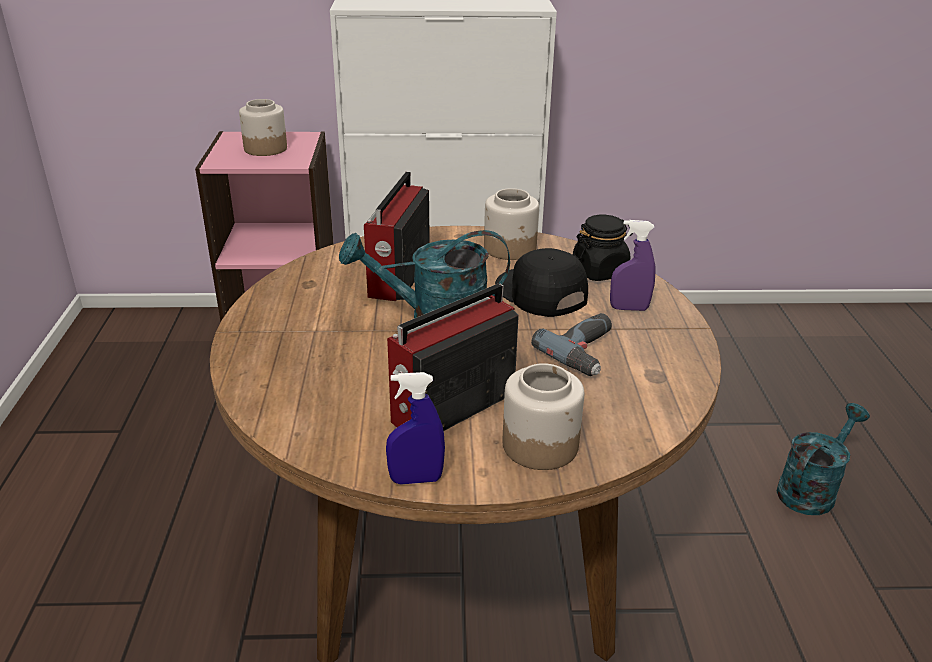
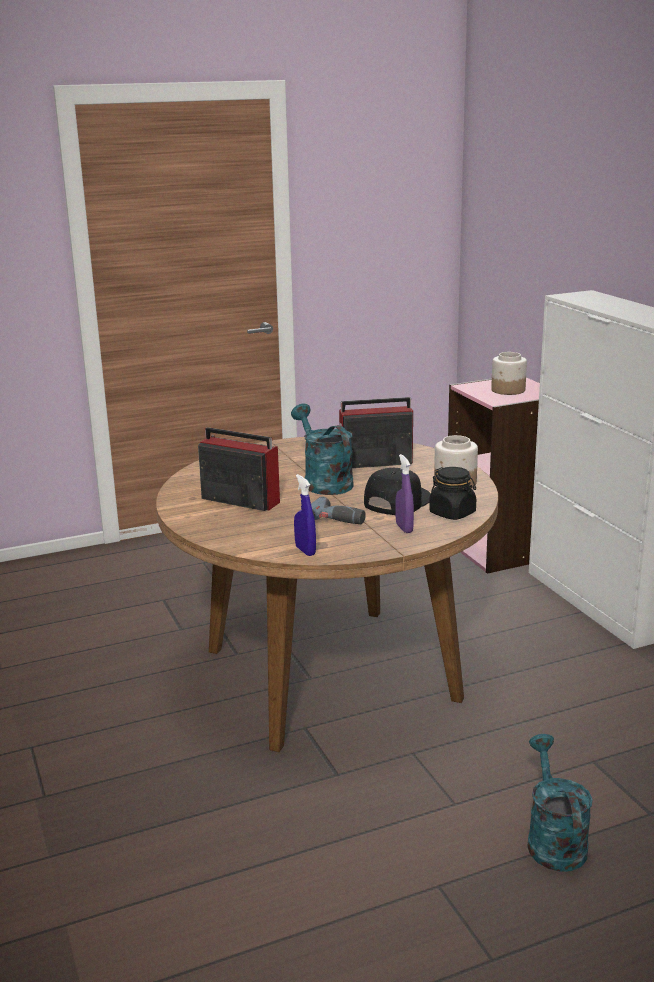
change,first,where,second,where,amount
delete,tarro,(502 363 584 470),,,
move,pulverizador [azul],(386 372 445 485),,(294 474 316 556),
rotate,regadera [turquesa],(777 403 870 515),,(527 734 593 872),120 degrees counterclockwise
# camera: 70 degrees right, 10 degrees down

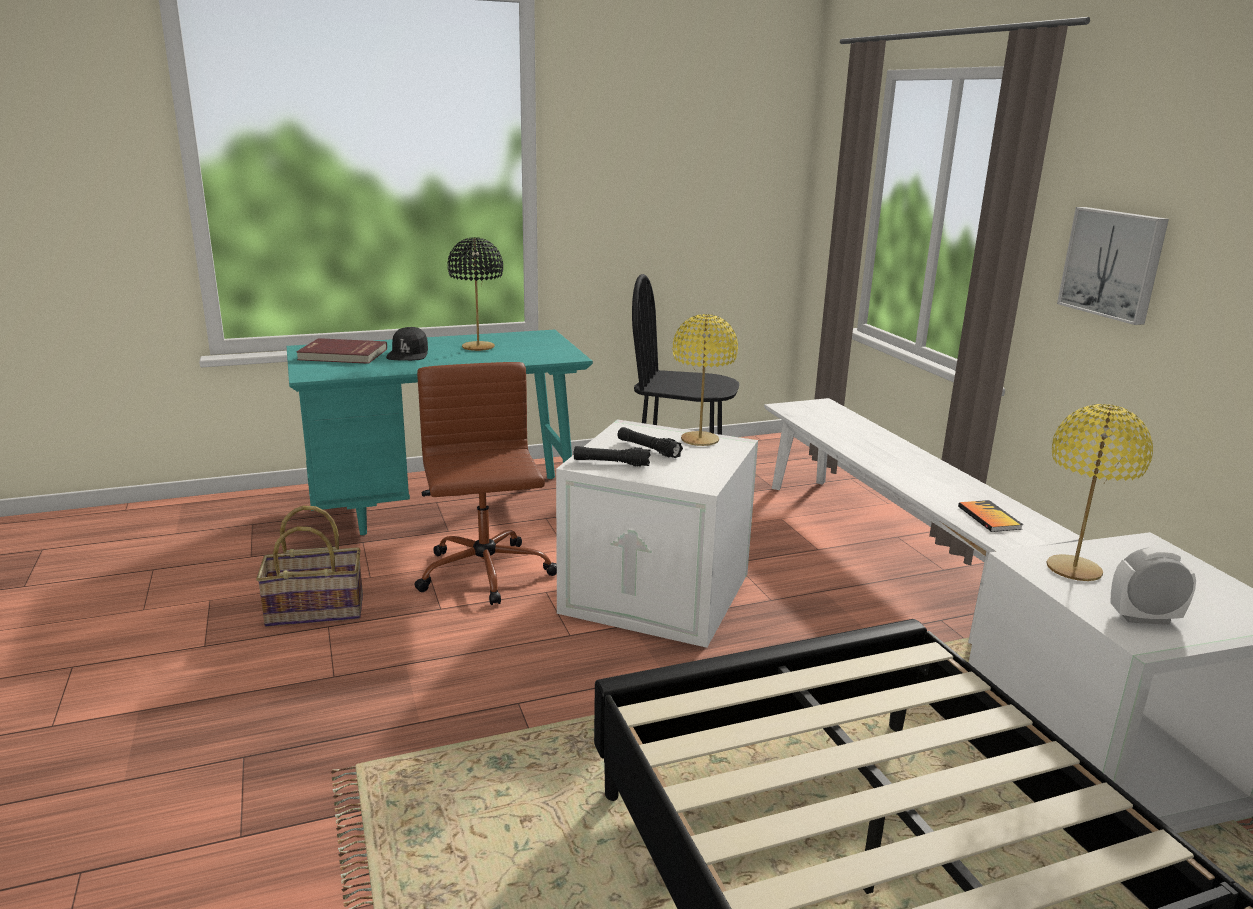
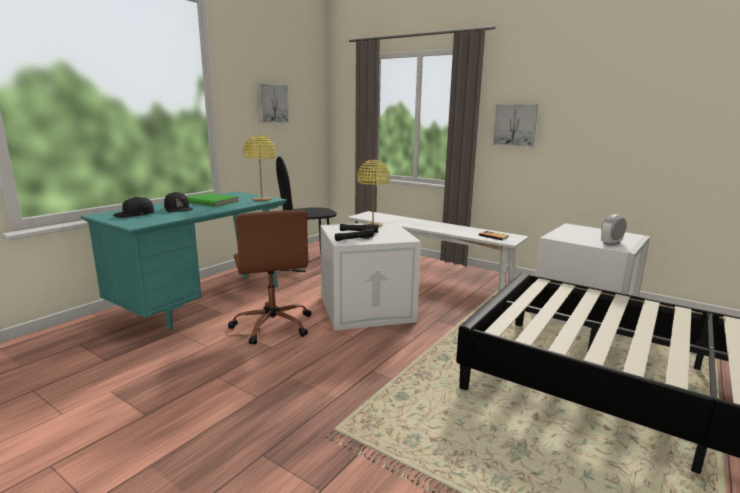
change,first,where,second,where,amount
delete,cesta,(256 506 363 627),,,
insert,,,cuadro,(257 83 289 123),
move,lámpara de mesa [amarillo],(1046 404 1153 581),,(243 135 276 201),
replace,libro [rojo],(296 338 387 364),gorra [negro],(113 197 154 218),
replace,lámpara de mesa [negro],(447 237 503 351),libro [verde],(187 193 239 207),
rotate,silla de oficina [marrón],(414 362 557 605),,(228 210 311 345),150 degrees counterclockwise
# camera: 35 degrees left, 5 degrees down

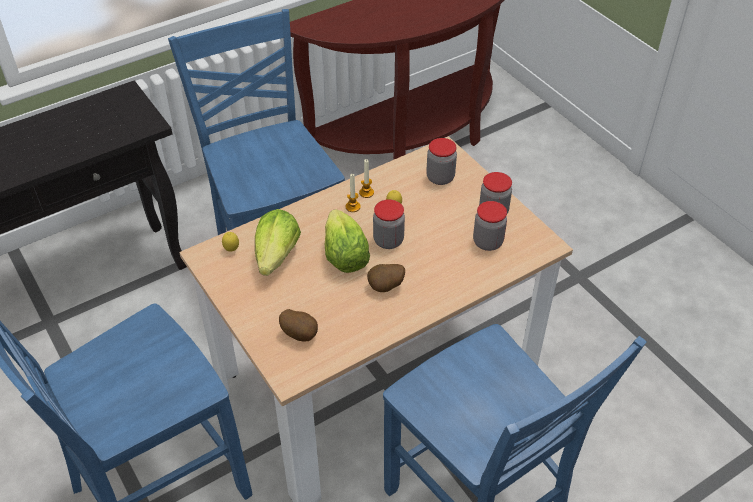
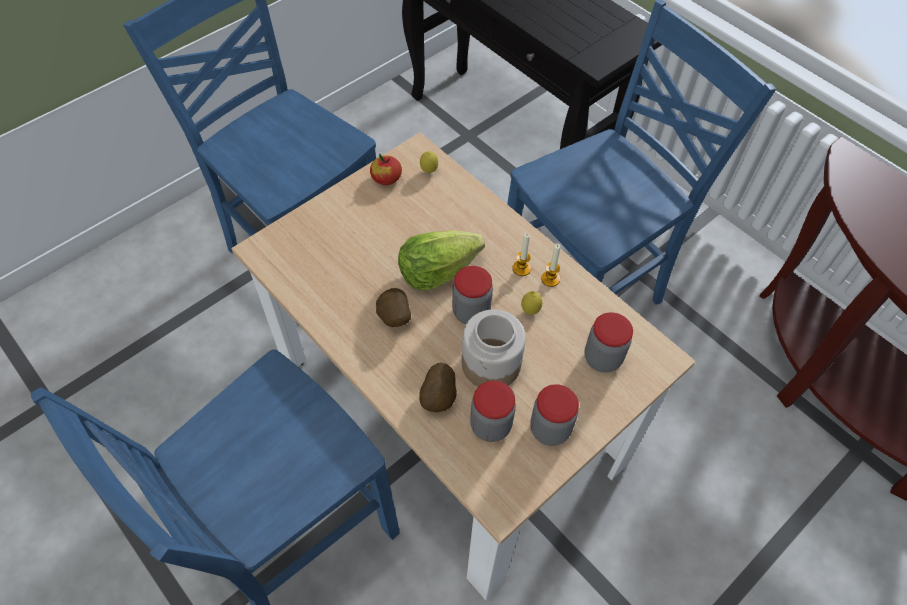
change,first,where,second,where,amount
delete,lechuga,(255 209 301 276),,,
insert,,,manzana,(370 154 402 185),
insert,,,tarro,(462 309 526 387),
move,patata,(279 309 318 342),,(419 363 457 412),
# camera: 80 degrees right, 10 degrees up

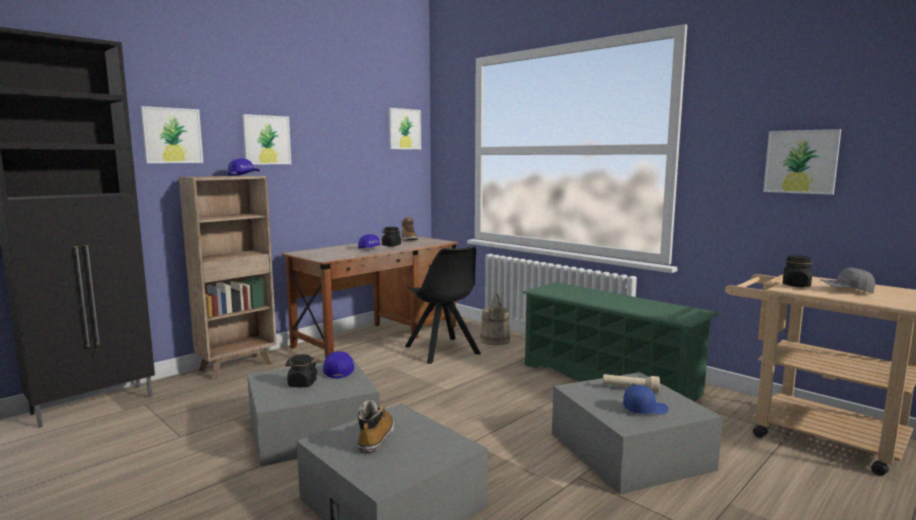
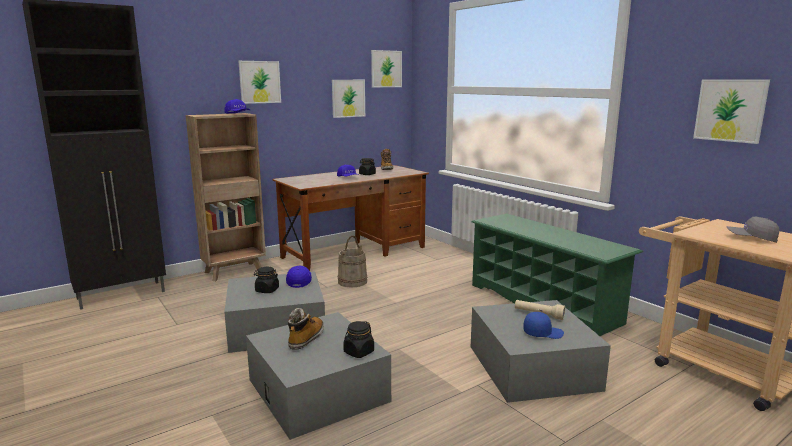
change,first,where,second,where,amount
delete,silla [negro],(405 246 481 364),,,
move,cuadro,(141 106 203 163),,(332 80 365 118),
move,cubo [beis],(480 293 510 345),,(338 236 367 288),
move,tarro [negro],(783 255 812 287),,(343 321 374 358),
# camera: 10 degrees right, 5 degrees up

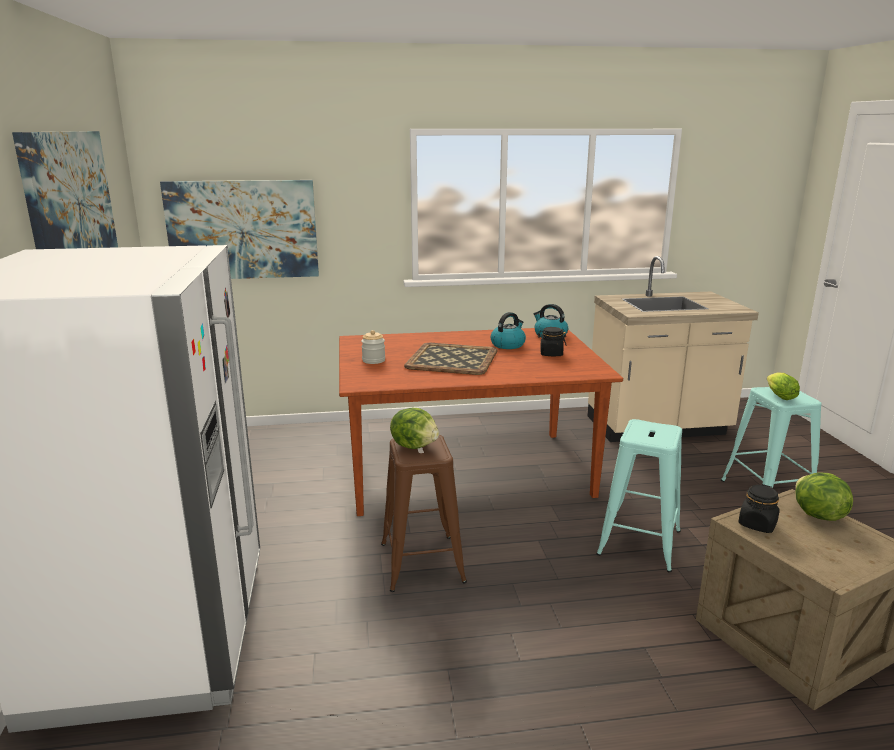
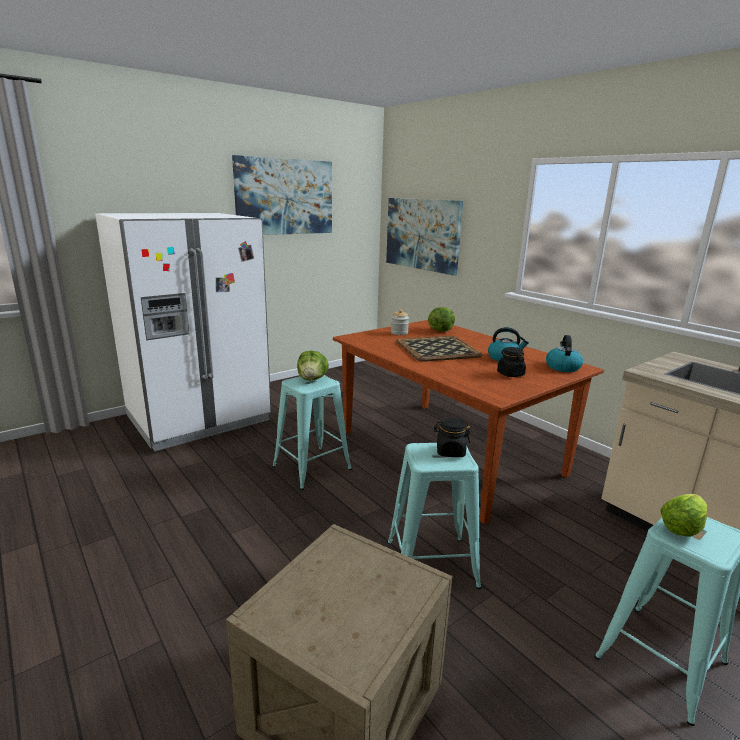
change,first,where,second,where,amount
move,tarro [negro],(738 484 780 533),,(434 418 470 457),
move,lechuga,(796 473 853 521),,(428 307 455 332),
recolor,taburete [marrón],(381 435 467 592),taburete [turquesa],(272 375 352 490),
# camera: 60 degrees right, 0 degrees up

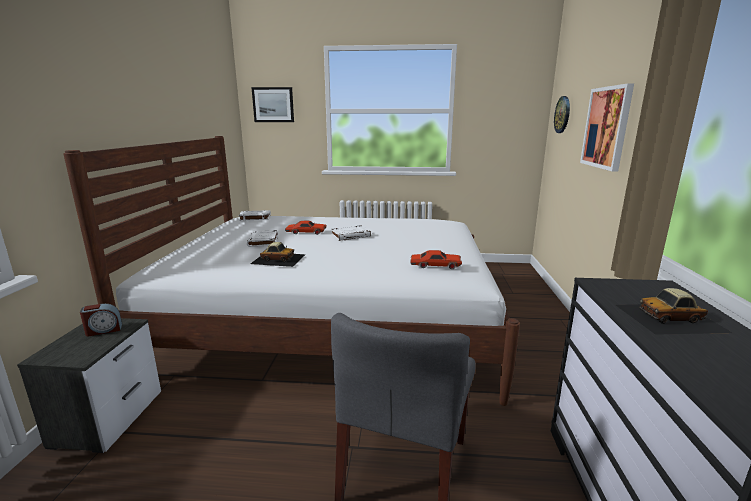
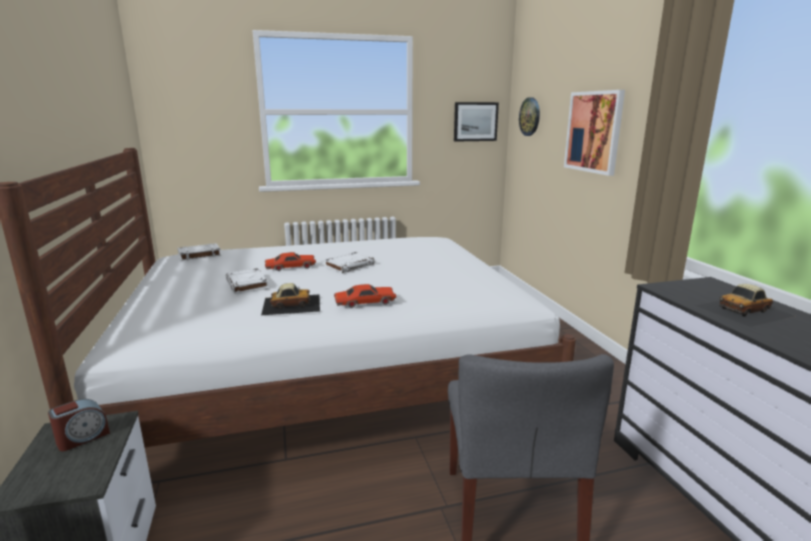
change,first,where,second,where,amount
move,cuadro,(251 87 294 122),,(454 102 499 142),
move,coche de juguete [rojo],(410 250 462 269),,(334 284 396 308),
# camera: 20 degrees left, 0 degrees up

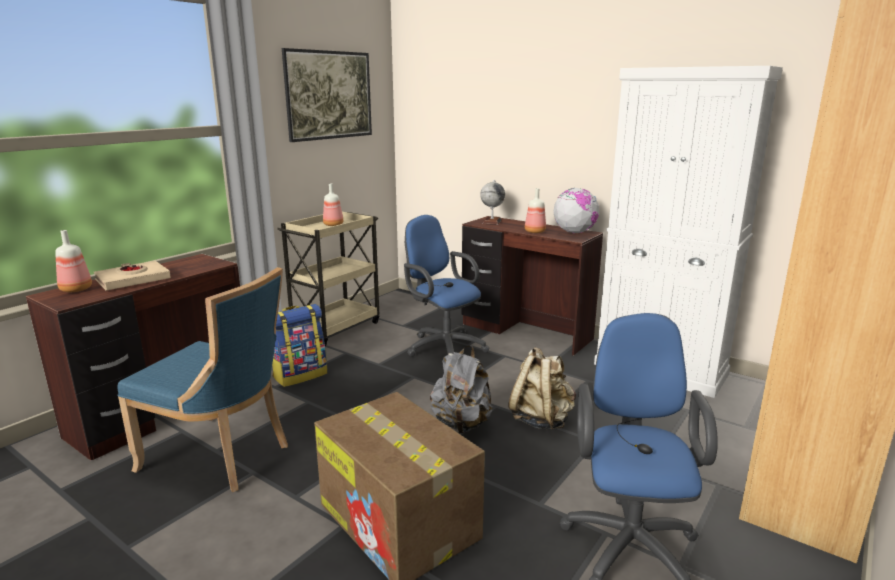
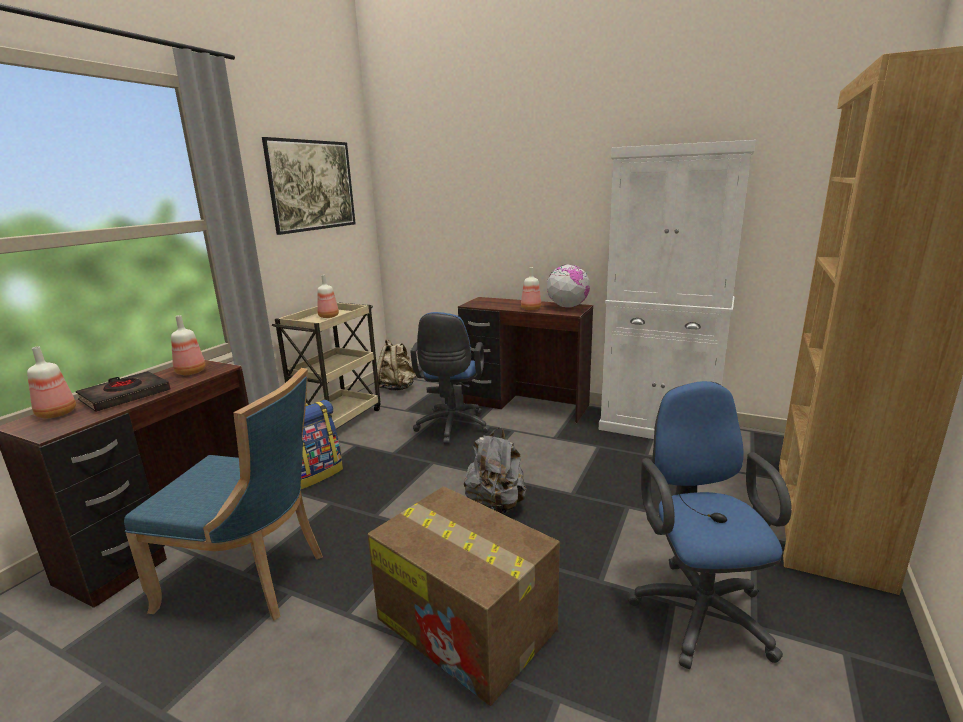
change,first,where,second,where,amount
delete,globo terráqueo,(480 180 505 225),,,
insert,,,botella,(171 315 206 375),
move,mochila [beis],(508 347 576 429),,(377 339 416 391),
recolor,libro [beis],(94 261 171 291),libro [negro],(76 371 170 412),
rotate,silla de oficina [azul],(404 215 489 357),,(410 312 490 445),120 degrees counterclockwise
# camera: 10 degrees left, 0 degrees up

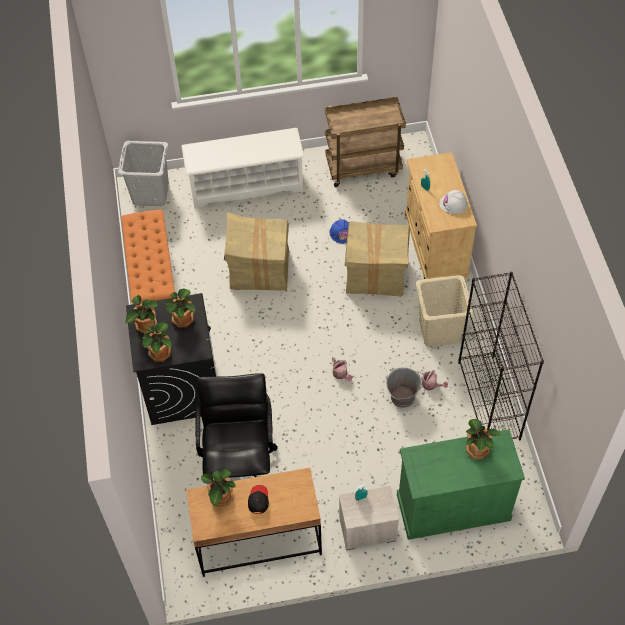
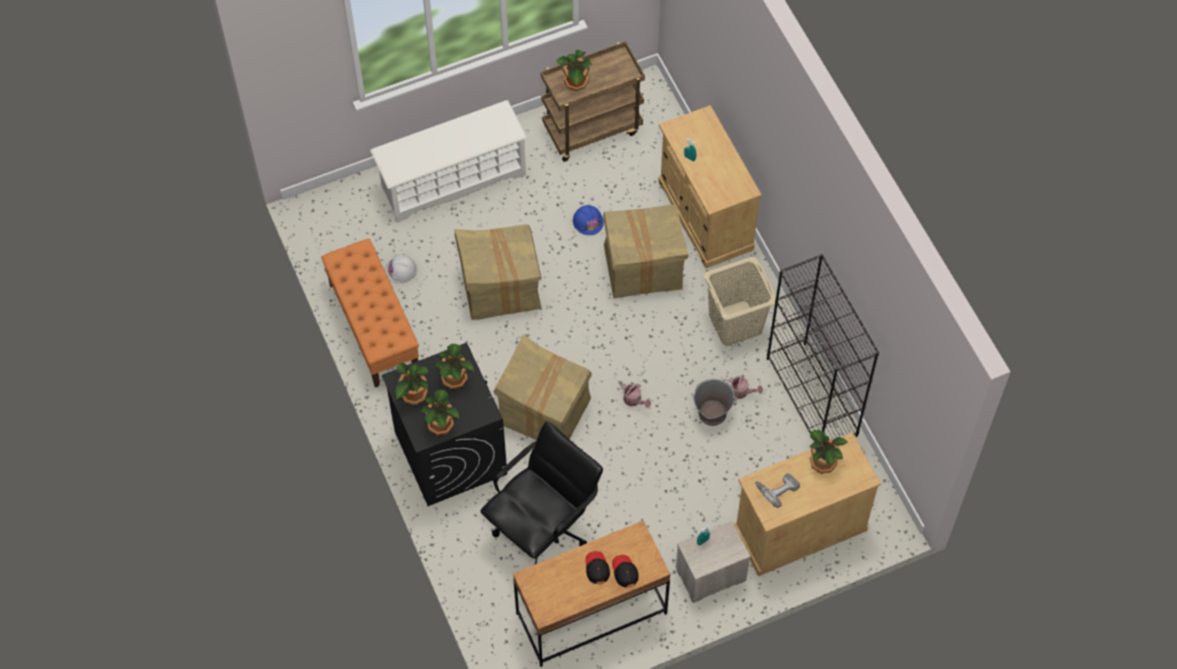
change,first,where,second,where,amount
delete,cesto de la ropa [gris],(118 141 169 206),,,
insert,,,caja de cartón,(494 334 592 440),
insert,,,gorra [negro],(612 555 639 587),
insert,,,taladro,(755 473 800 508),
move,planta en maceta,(201 469 236 508),,(556 50 592 92),
move,casco [blanco],(439 190 468 214),,(384 254 418 284),
recolor,armario [verde],(397 429 525 540),armario [beis],(734 433 881 576),
rotate,silla de oficina [negro],(195 373 278 478),,(480 421 603 565),60 degrees clockwise
# camera: 15 degrees left, 5 degrees up

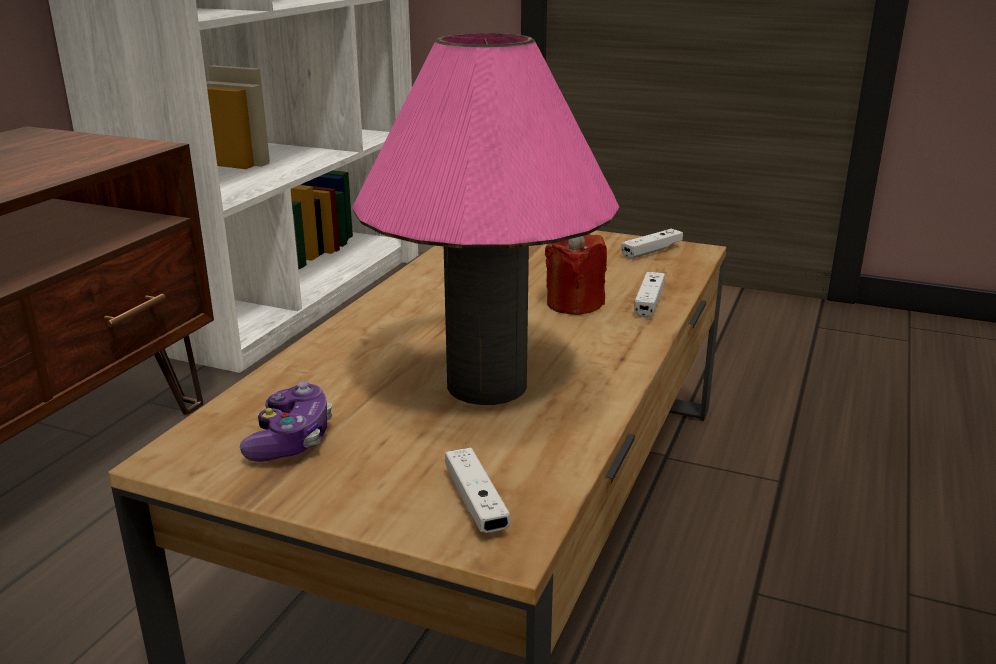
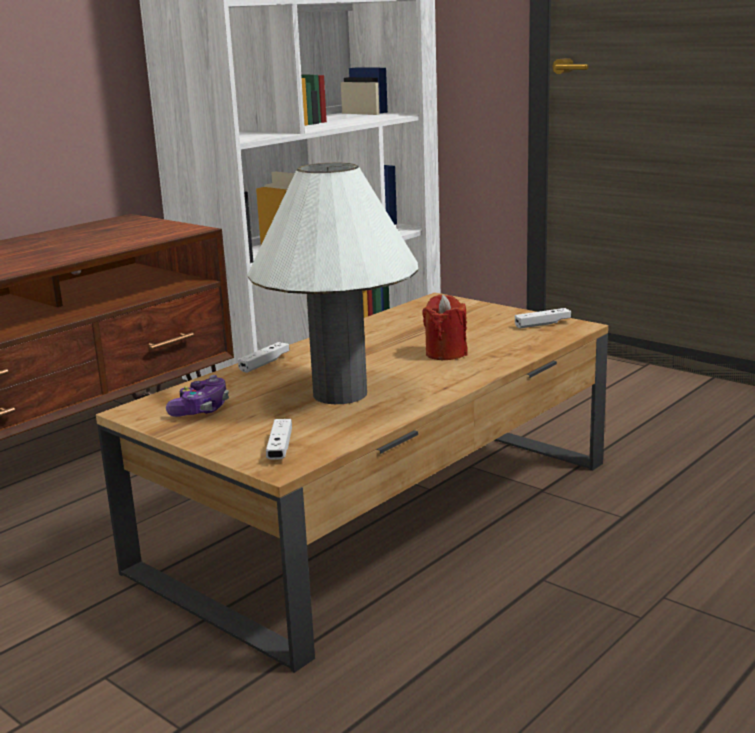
change,first,where,second,where,amount
move,mando de consola [blanco],(634 272 665 318),,(238 342 290 373),
recolor,lámpara de mesa [rosa],(352 33 619 405),lámpara de mesa [blanco],(247 163 418 404),
# camera: 20 degrees right, 5 degrees down

